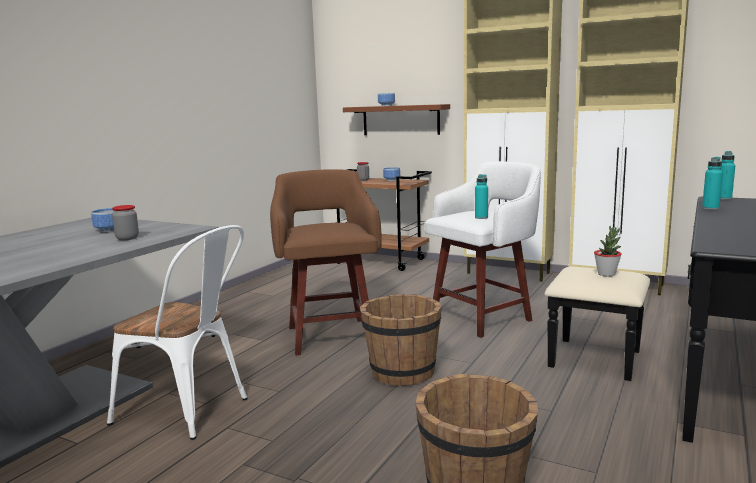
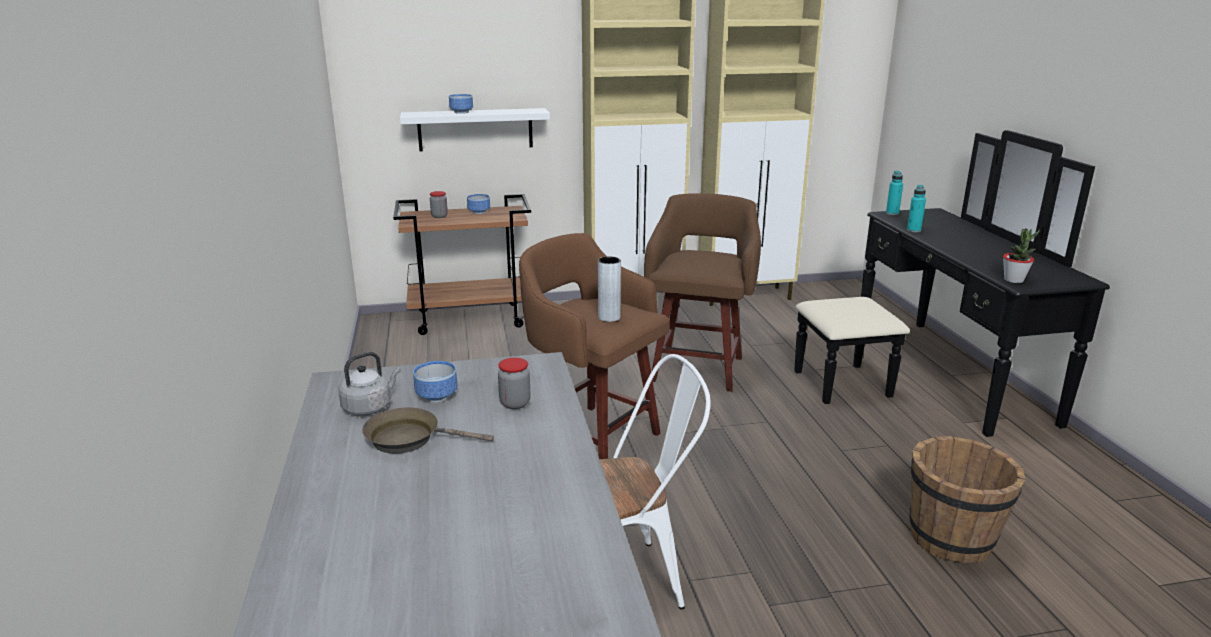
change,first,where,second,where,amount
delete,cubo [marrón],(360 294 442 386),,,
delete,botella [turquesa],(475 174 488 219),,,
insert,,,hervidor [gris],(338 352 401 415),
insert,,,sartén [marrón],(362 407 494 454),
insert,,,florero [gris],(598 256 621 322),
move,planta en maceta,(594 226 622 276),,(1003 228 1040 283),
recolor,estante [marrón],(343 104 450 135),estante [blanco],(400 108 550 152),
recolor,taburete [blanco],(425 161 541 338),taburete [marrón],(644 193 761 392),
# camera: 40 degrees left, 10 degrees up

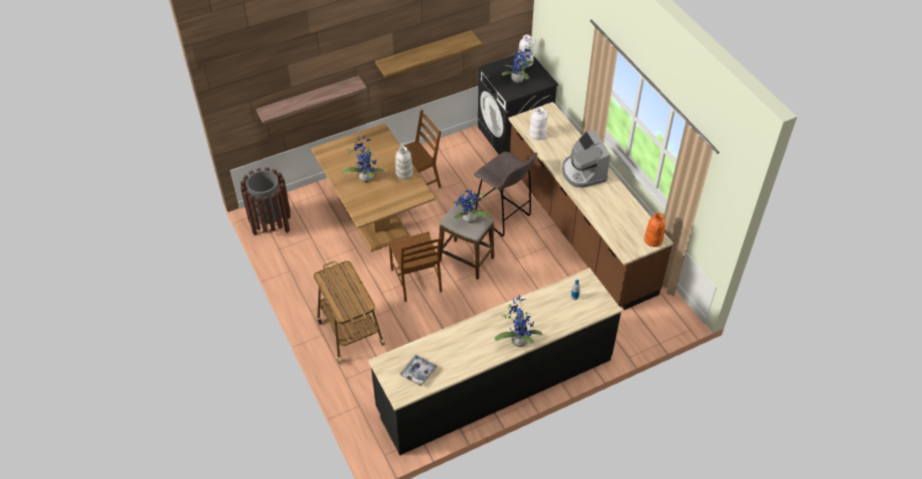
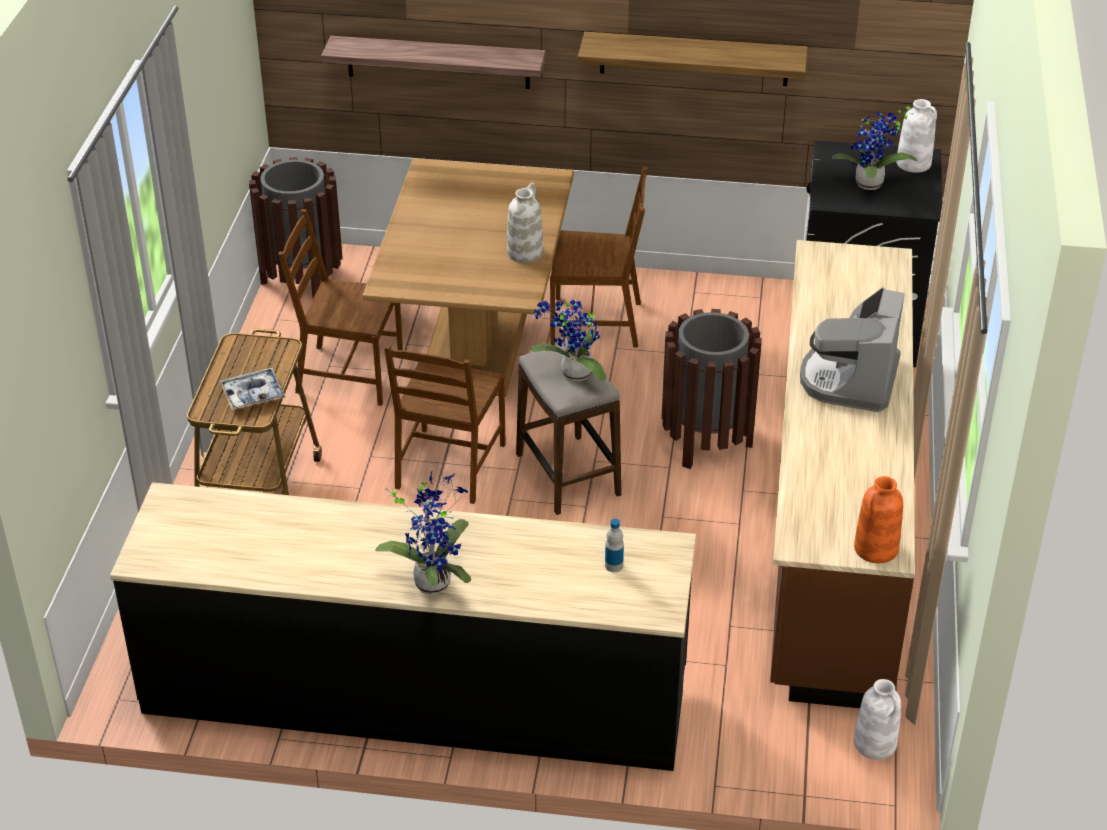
change,first,where,second,where,amount
delete,planta en maceta,(343 136 384 182),,,
insert,,,silla [marrón],(278 209 403 406),
move,bandeja,(399 354 437 387),,(220 368 286 410),
move,florero [blanco],(529 107 549 140),,(854 679 901 760),
replace,taburete [gris],(474 152 537 237),papelera [marrón],(661 309 762 469),
# camera: 35 degrees right, 10 degrees down

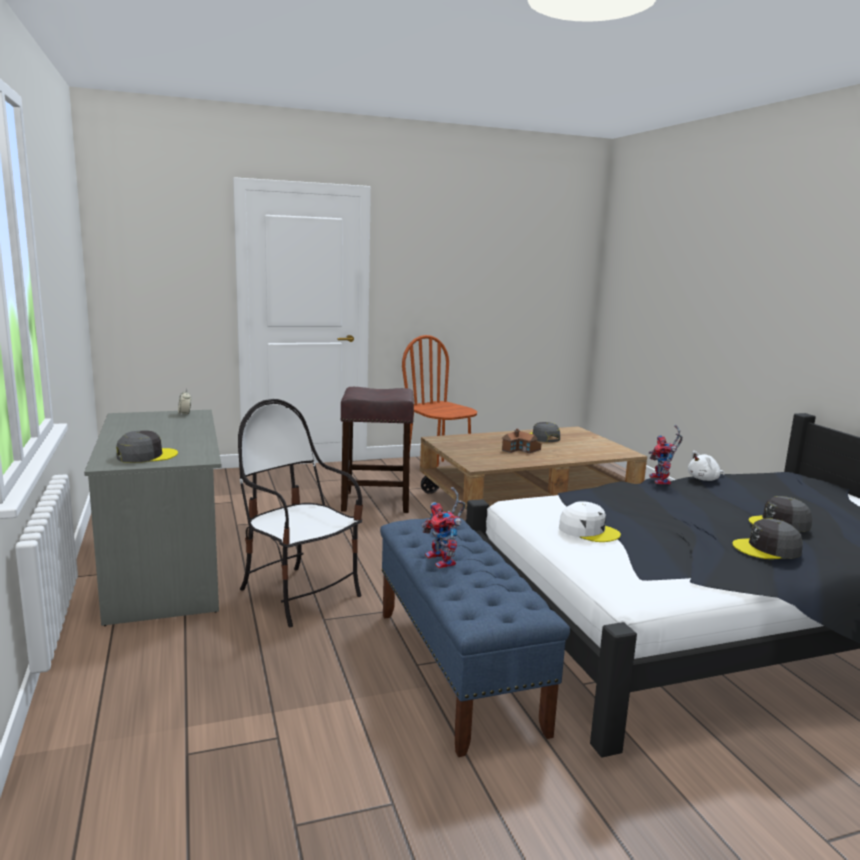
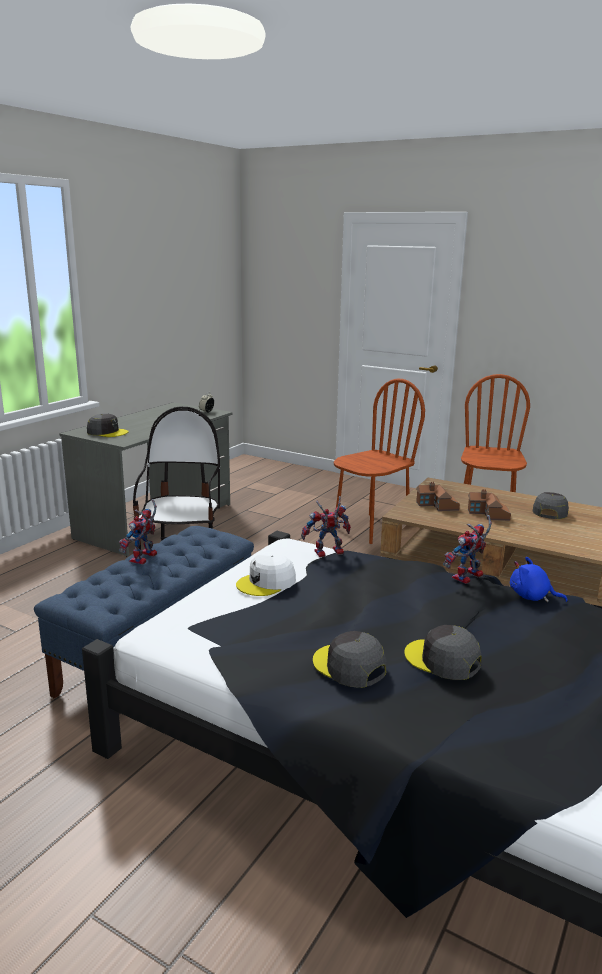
change,first,where,second,where,amount
insert,,,robot de juguete,(301 496 351 557),
insert,,,casita,(416 482 460 511),
replace,taburete [marrón],(341 387 414 513),silla [marrón],(334 379 425 544),
recolor,peluche [blanco],(688 451 725 481),peluche [azul],(510 557 568 602),
rotate,gorra [blanco],(559 502 621 542),,(236 552 296 596),60 degrees clockwise
# camera: 50 degrees right, 5 degrees up

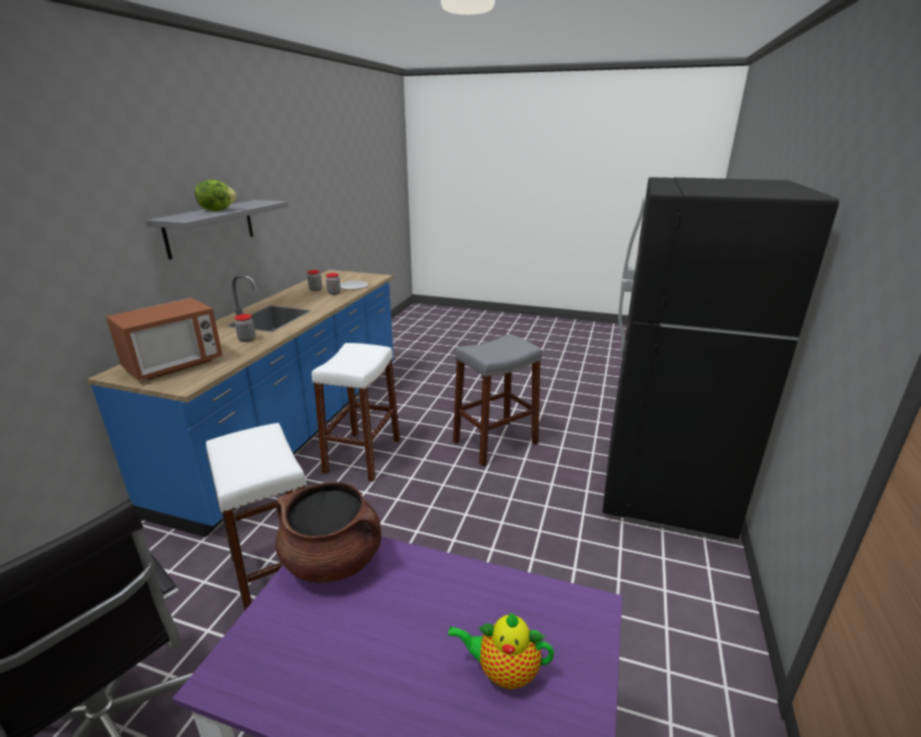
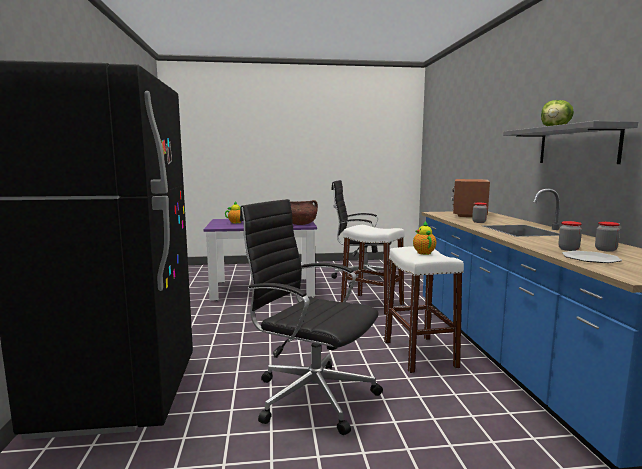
change,first,where,second,where,amount
insert,,,tetera,(413 221 436 255),
replace,taburete [gris],(453 334 542 466),silla de oficina [negro],(240 199 383 435),
# camera: 155 degrees right, 15 degrees down

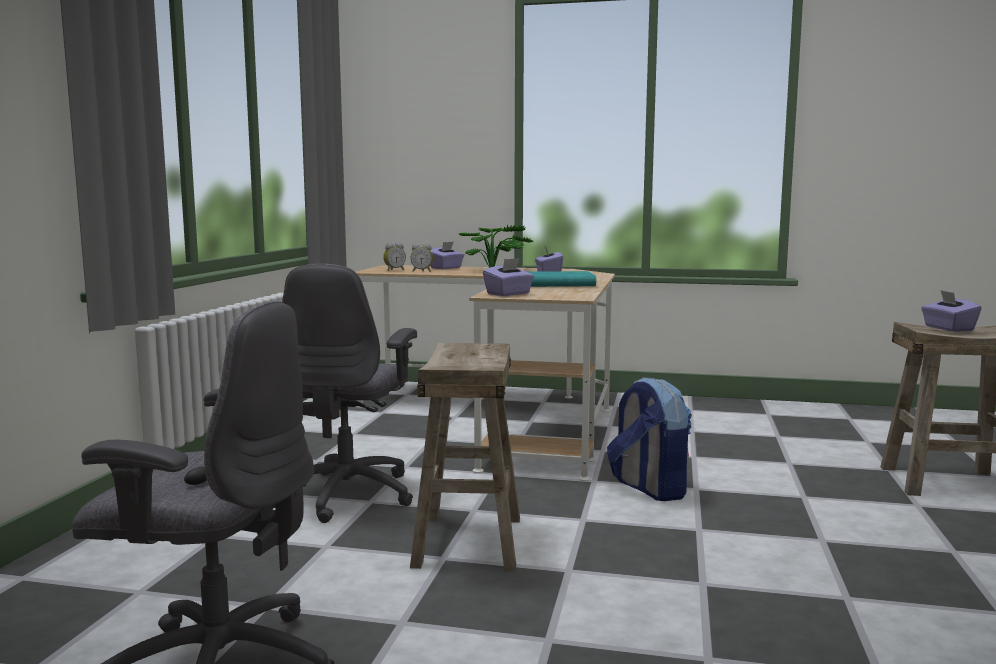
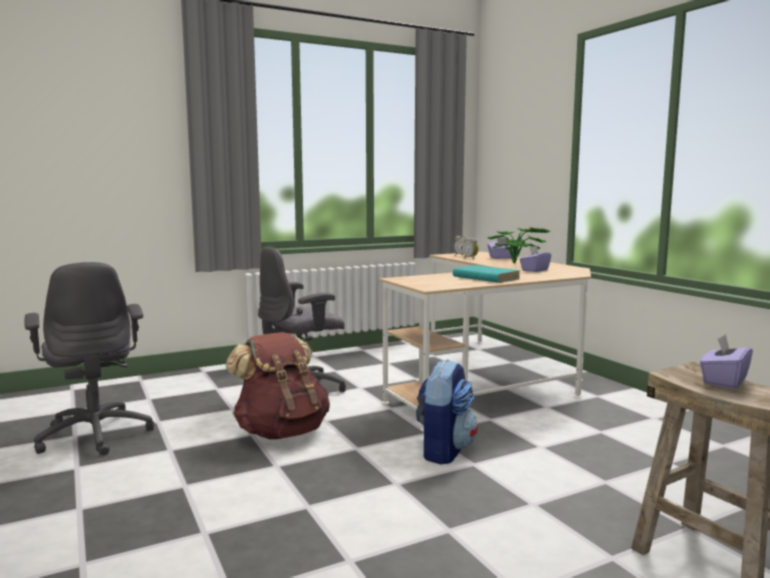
change,first,where,second,where,amount
delete,caja de pañuelos [morado],(483 258 534 296),,,
replace,taburete [beis],(410 343 520 571),mochila [marrón],(226 332 330 439),
# camera: 50 degrees right, 0 degrees up

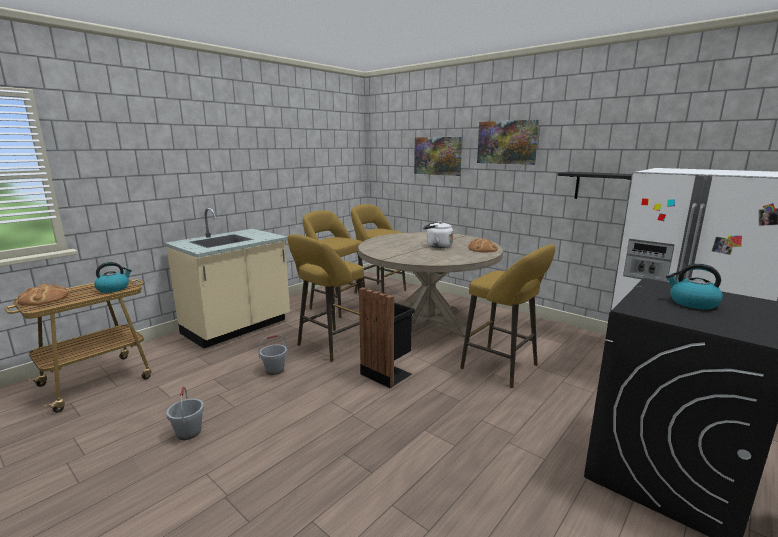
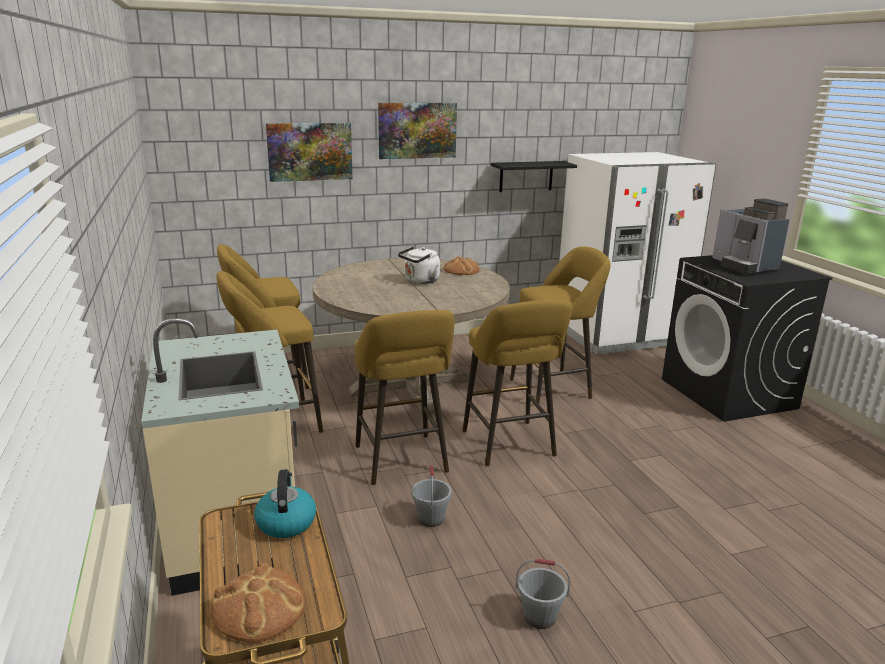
change,first,where,second,where,amount
replace,papelera [negro],(359 287 415 388),taburete [amarillo],(463 300 572 466),
replace,hervidor,(666 264 723 309),cafetera,(712 198 790 275),
# camera: 60 degrees left, 5 degrees up

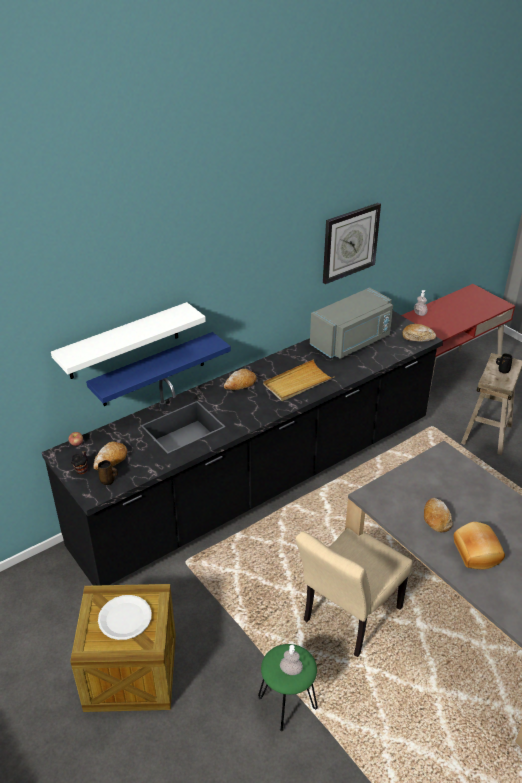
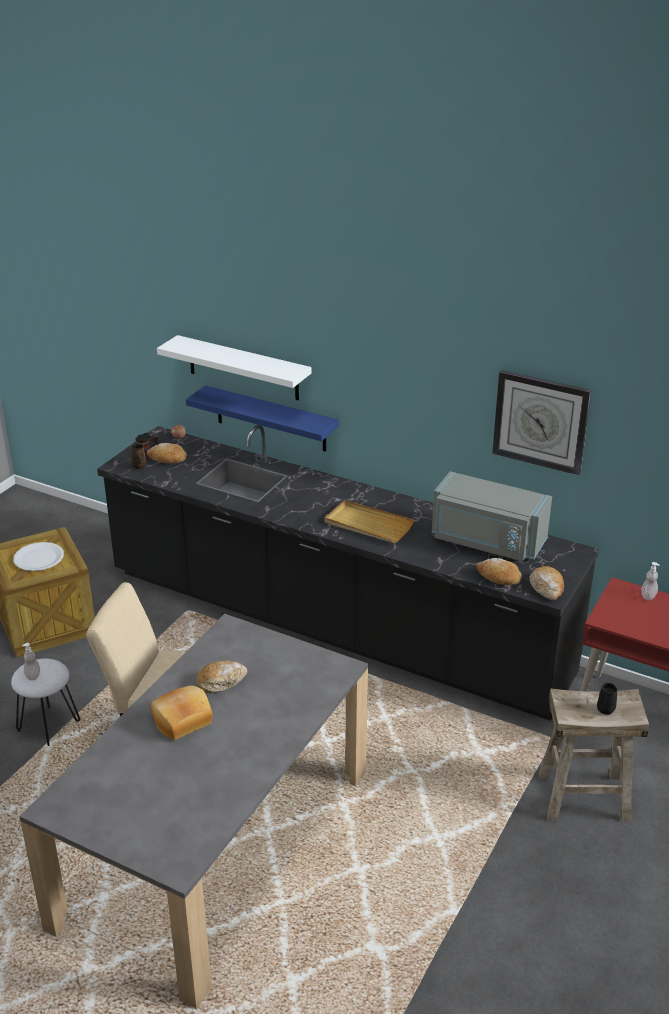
change,first,where,second,where,amount
move,pan,(224 369 257 390),,(476 558 522 585),
recolor,taburete [verde],(258 644 318 732),taburete [blanco],(11 659 80 746),
# camera: 65 degrees right, 5 degrees down

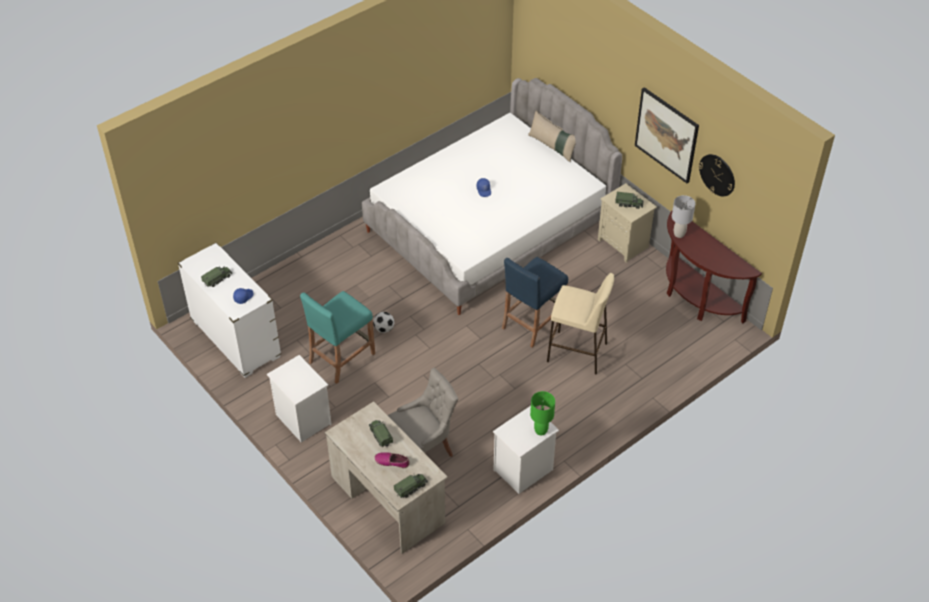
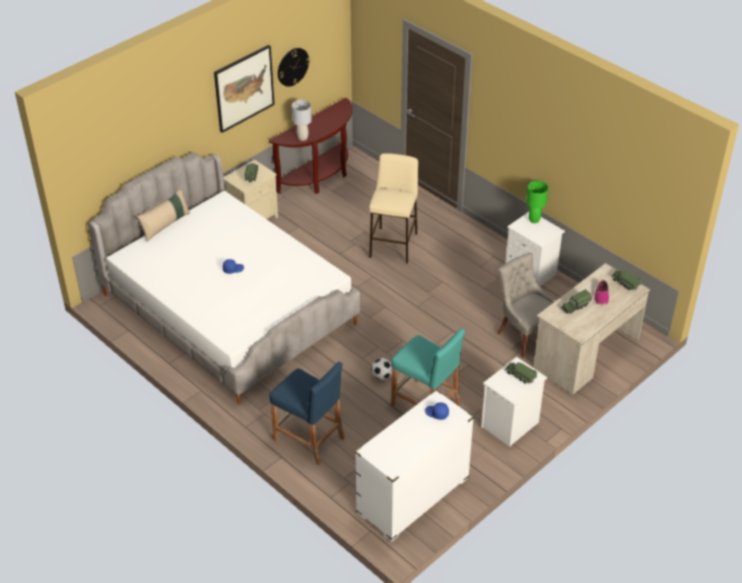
change,first,where,second,where,amount
move,camión de juguete,(201 266 232 287),,(505 363 537 384),
move,taburete [azul],(502 257 568 348),,(270 362 345 465),
# camera: 95 degrees left, 5 degrees down

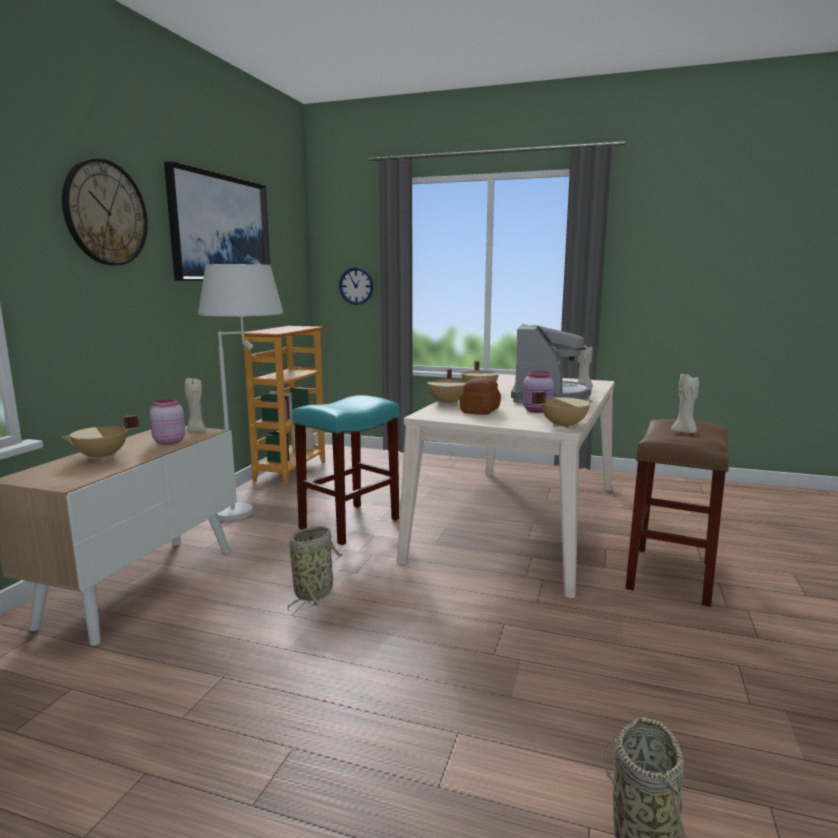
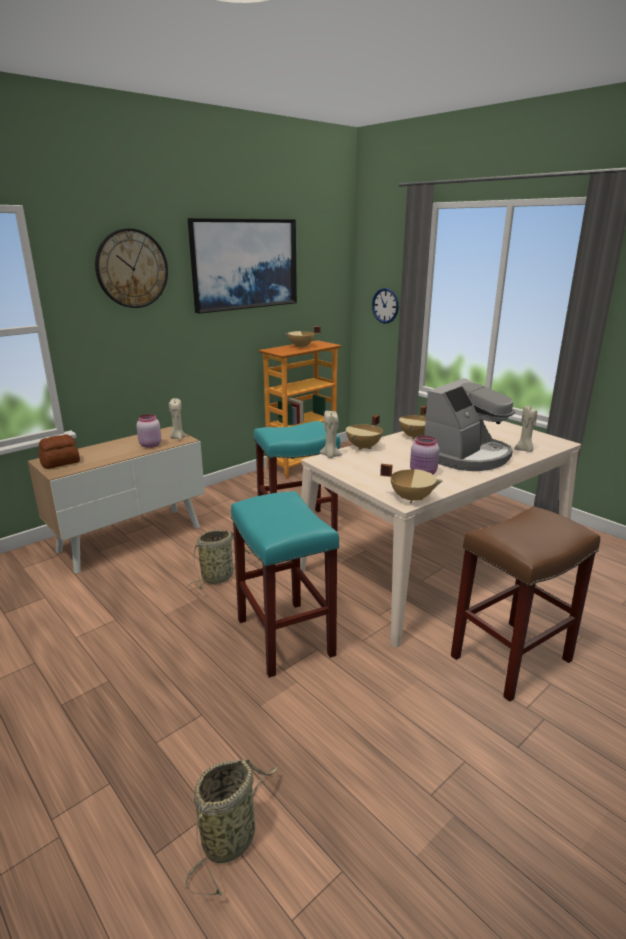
change,first,where,second,where,amount
delete,lámpara de pie [blanco],(198 264 283 521),,,
insert,,,taburete [turquesa],(231 491 340 678),
move,olla [beis],(62 415 139 460),,(285 326 321 348),
move,pan,(459 377 501 415),,(39 434 80 469),
move,vela [beis],(671 374 699 433),,(320 410 342 458),
# camera: 30 degrees right, 10 degrees up

